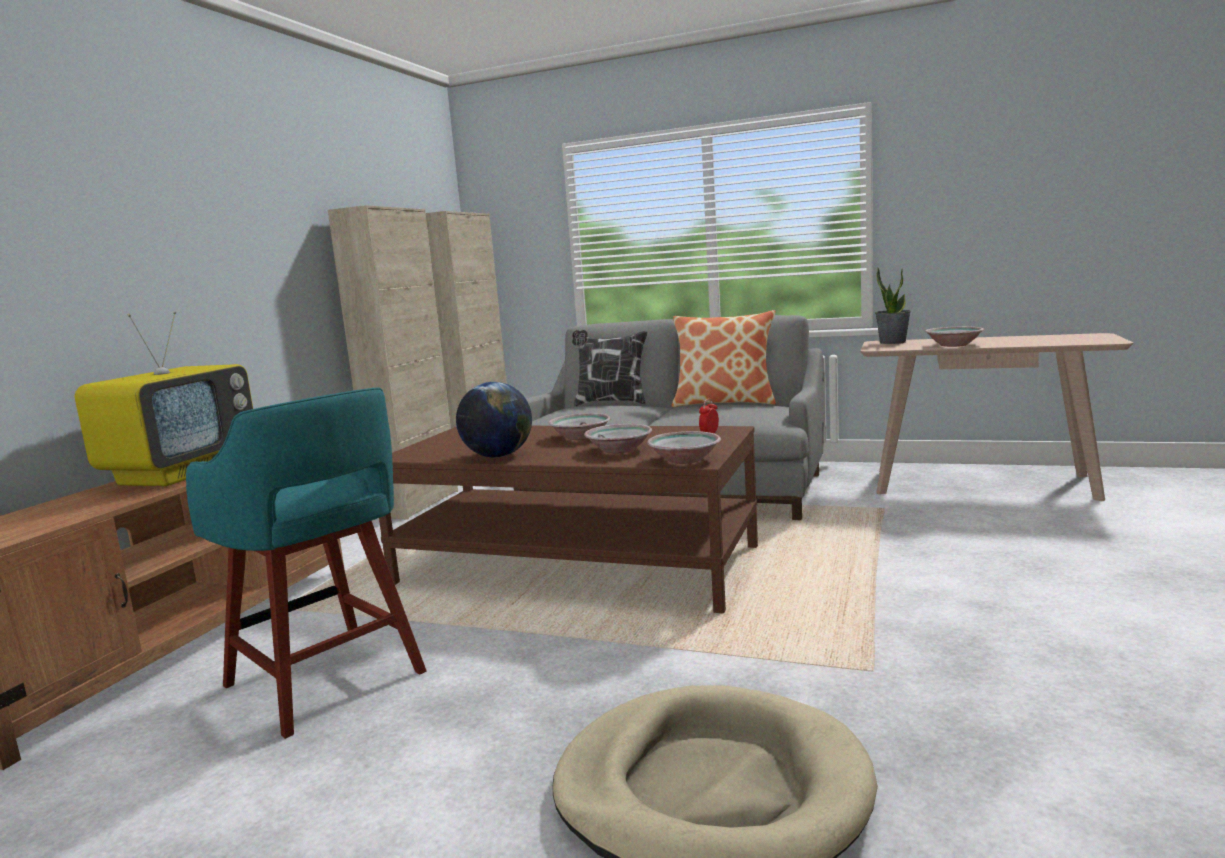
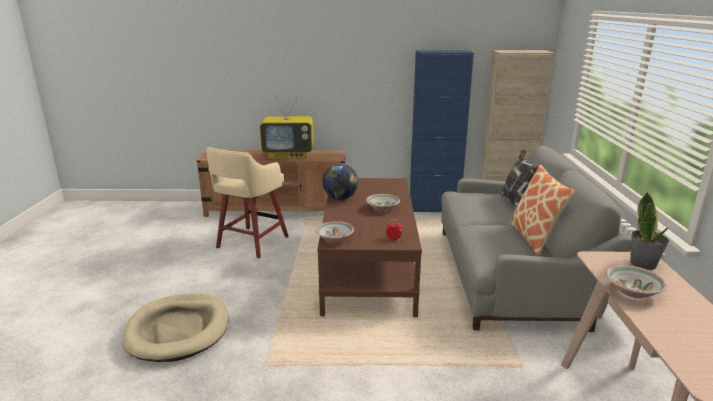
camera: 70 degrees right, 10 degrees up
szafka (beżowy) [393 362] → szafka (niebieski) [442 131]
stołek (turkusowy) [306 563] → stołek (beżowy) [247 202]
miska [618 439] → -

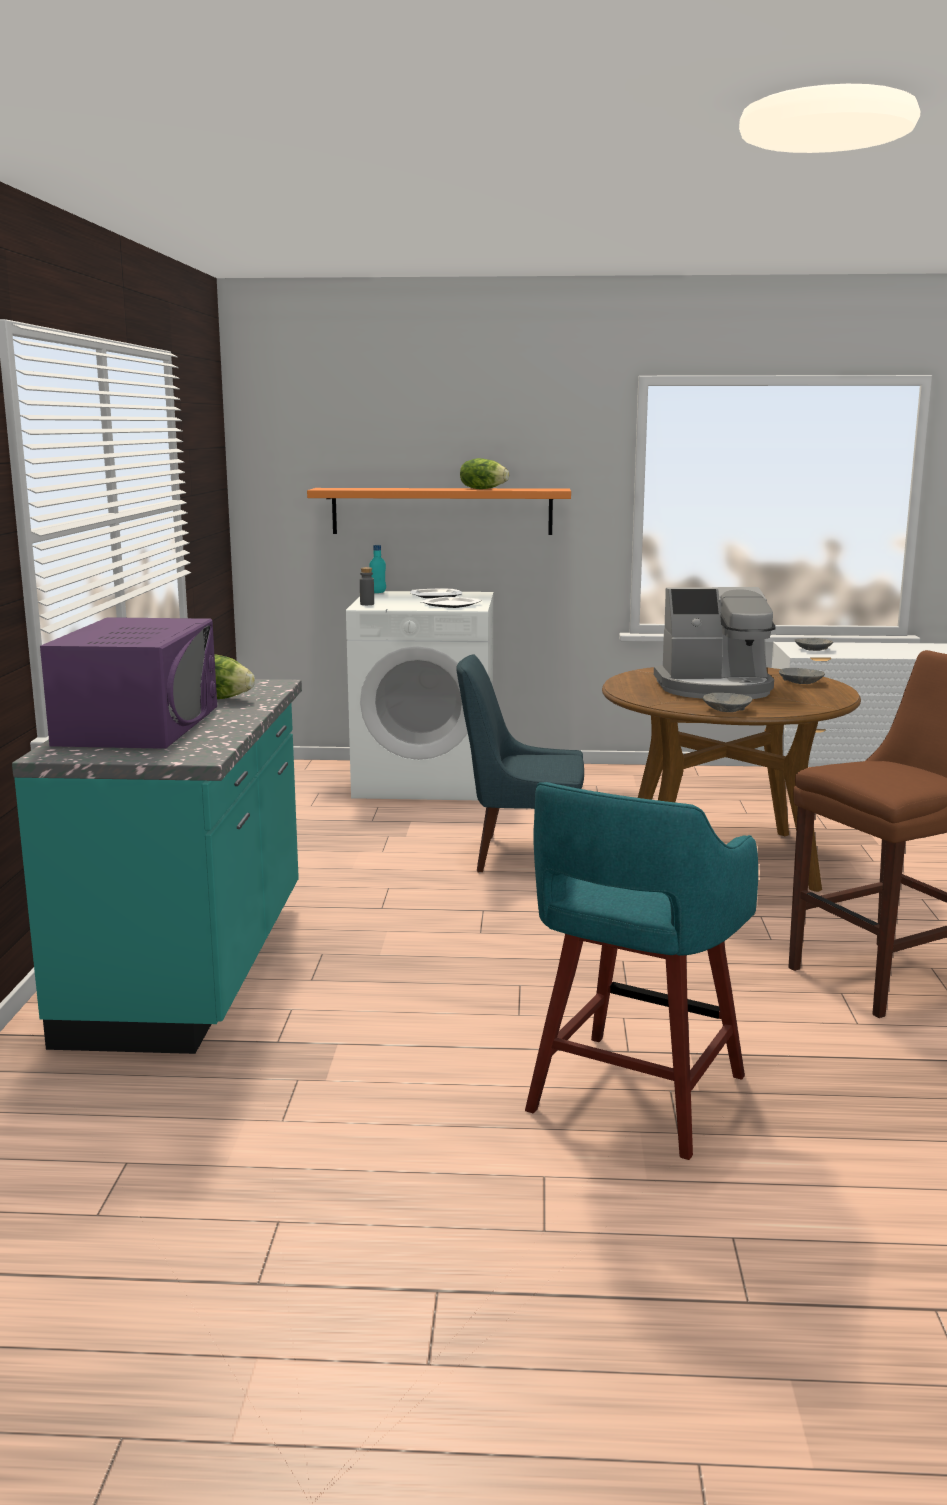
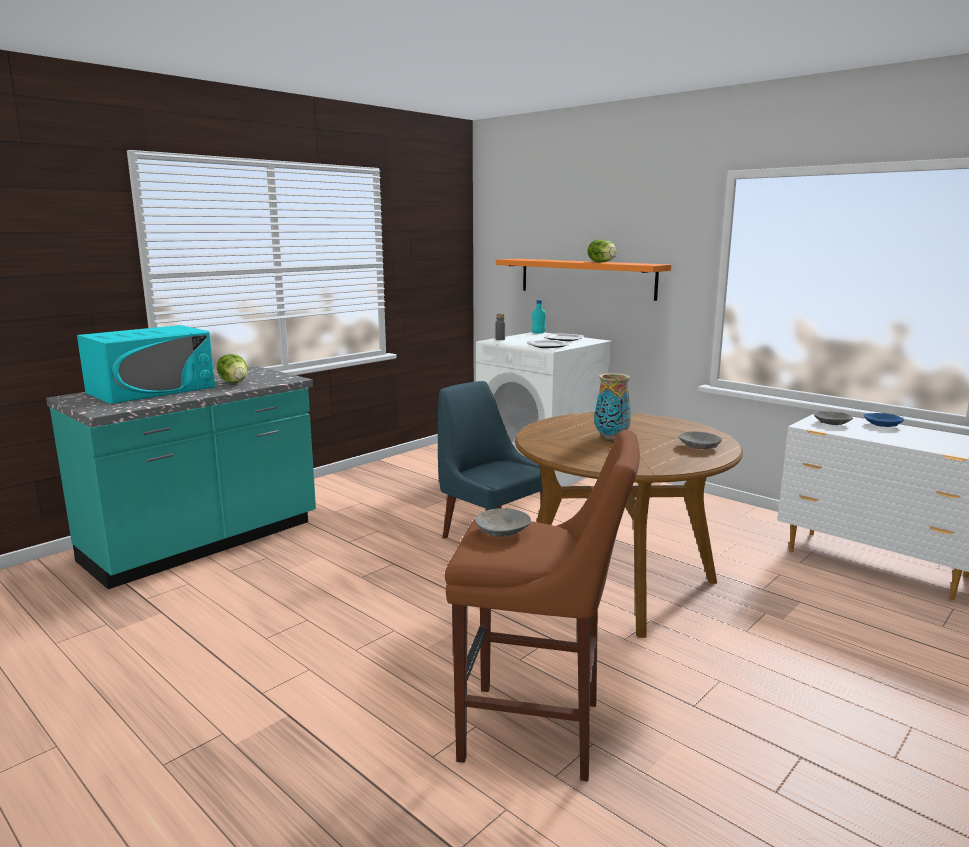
camera: 40 degrees right, 0 degrees up
ekspres do kawy [715 643] → wazon [612 406]
mikrofalówka (fioletowy) [128 683] → mikrofalówka (turkusowy) [146 364]
miska (szary) [727 702] → miska (szary) [503 523], relocated
stołek (turkusowy) [641 971] → -
- → miska (niebieski) [884 420]

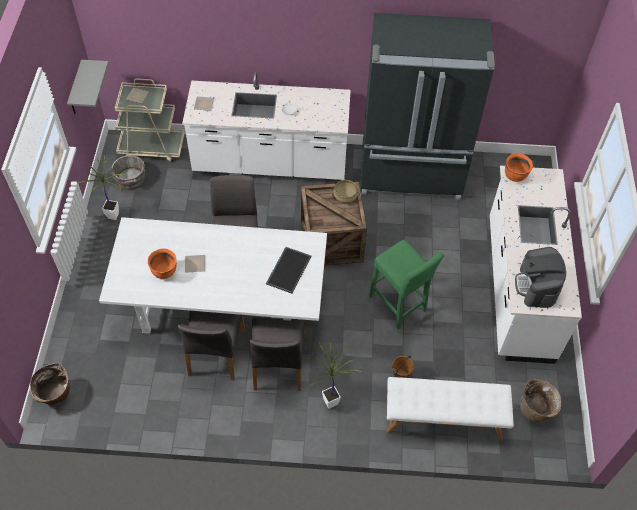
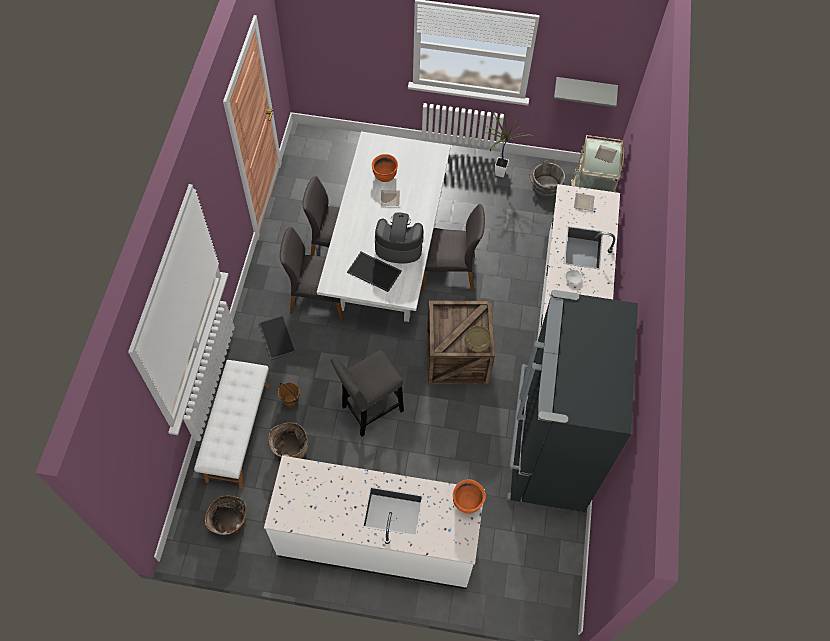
camera: 95 degrees right, 5 degrees up
stołek (zielony) [406 285] → stołek (szary) [367 393]
ekspres do kawy [540 277] → ekspres do kawy [399 238], relocated
roślina doniczkowa [335 375] → taca [277 337]
koszyk [50 384] → koszyk [288 440], relocated

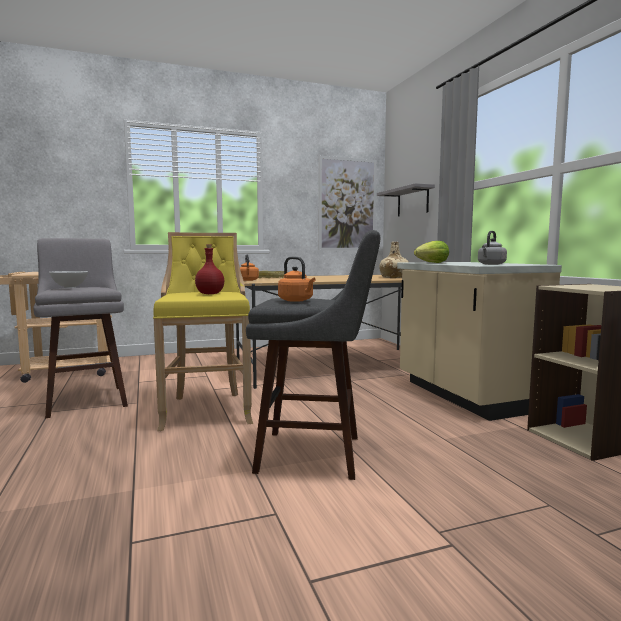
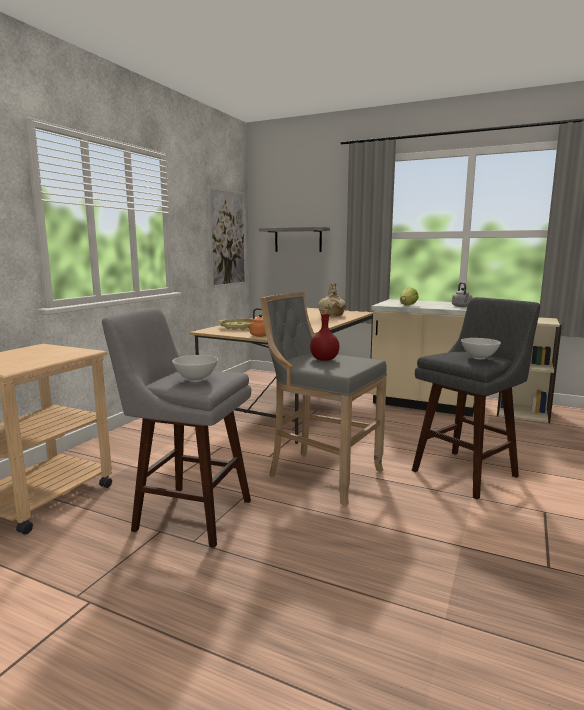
camera: 45 degrees left, 5 degrees up
stołek (żółty) [203 331] → stołek (szary) [323 399]
czajnik (pomarańczowy) [296 279] → miska (biały) [481 348]

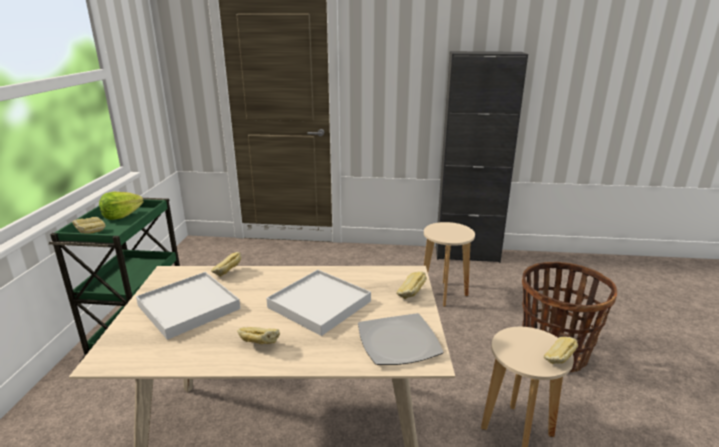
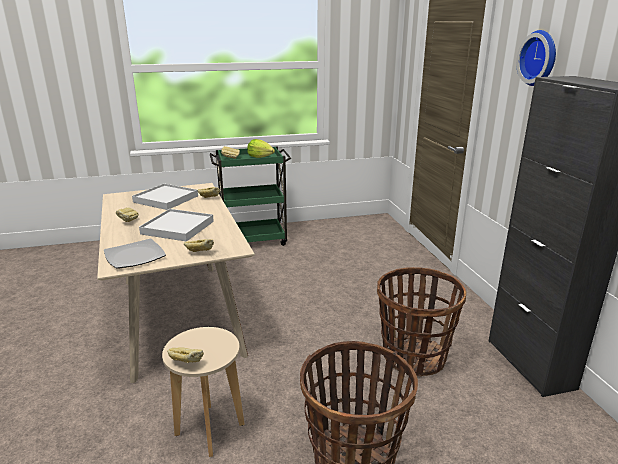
camera: 70 degrees right, 0 degrees up
stołek (beżowy) [449 264] → koszyk [421 321]
- → zegar ścienny [536 58]

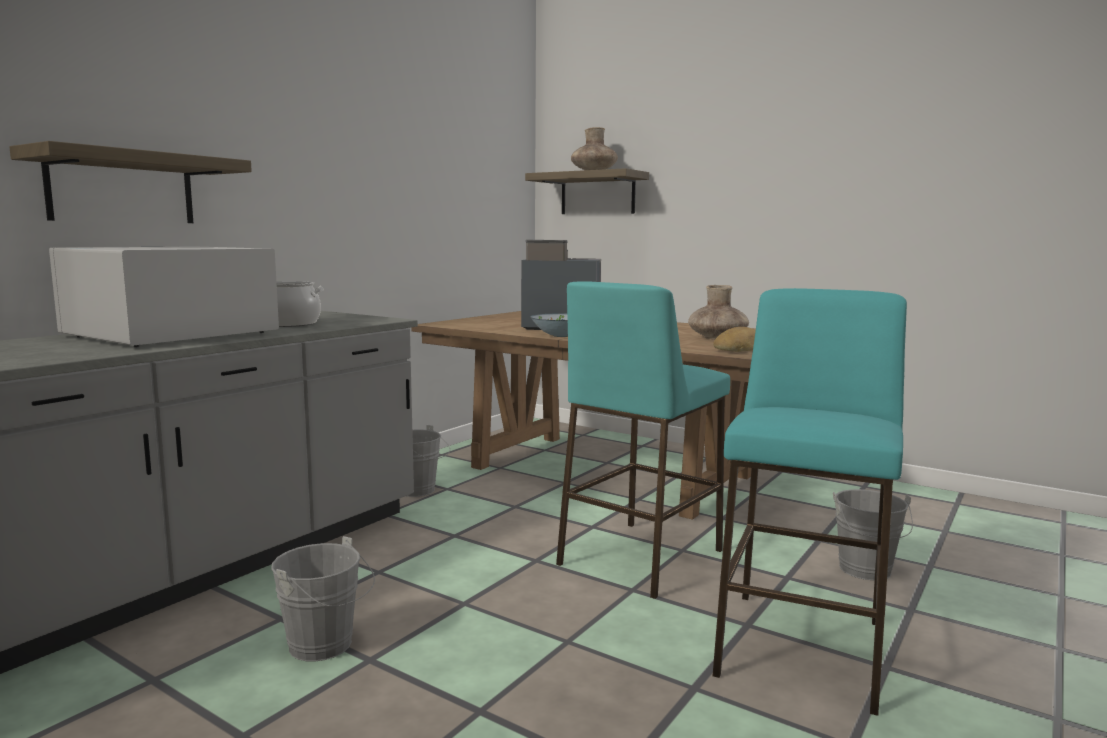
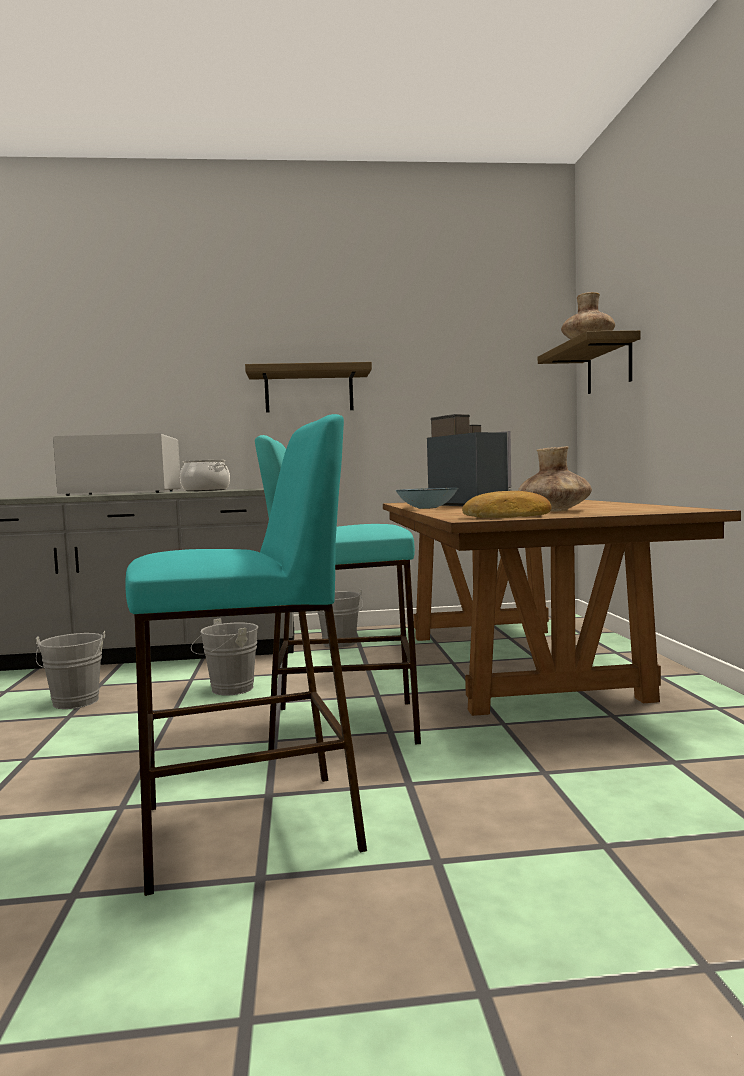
camera: 50 degrees right, 5 degrees down
półka [130 182] → półka [308 387], relocated
wiadro (szary) [873 535] → wiadro (szary) [224 656], relocated

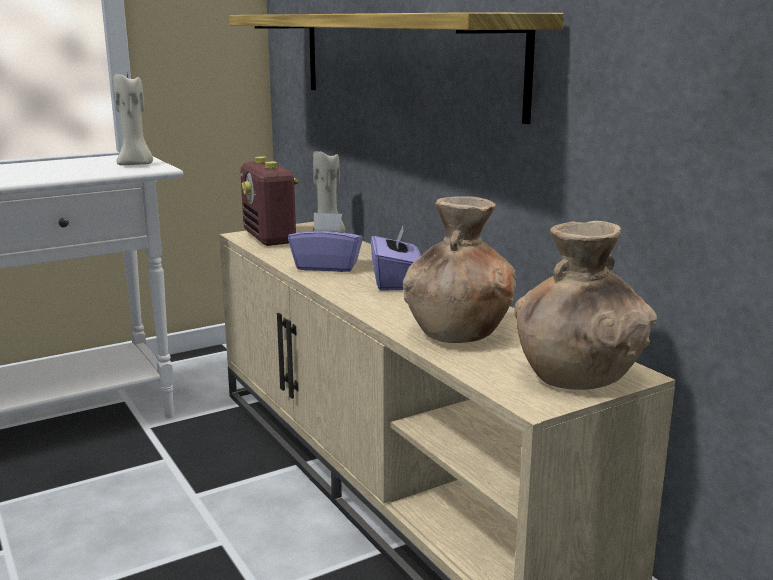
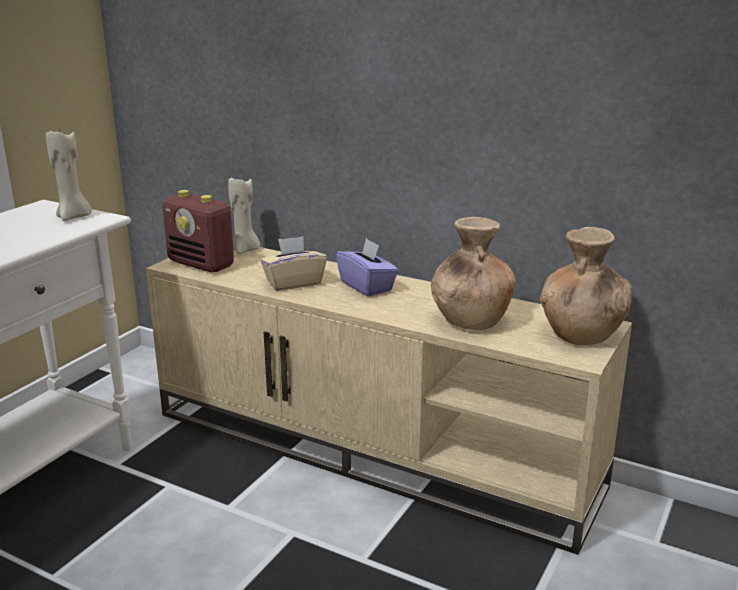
camera: 30 degrees left, 5 degrees up
półka [396 68] → -
pudełko chusteczek (fioletowy) [325 242] → pudełko chusteczek (beżowy) [293 263]

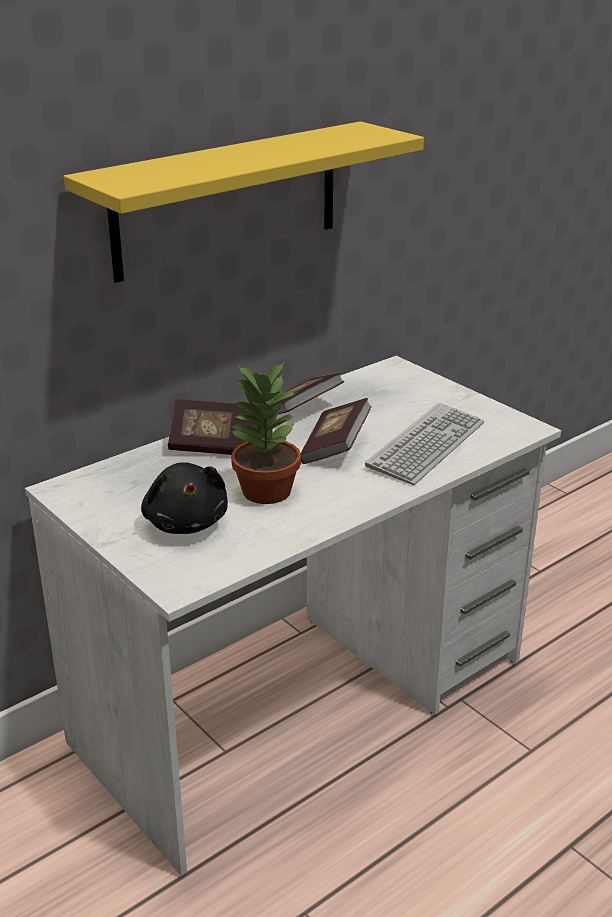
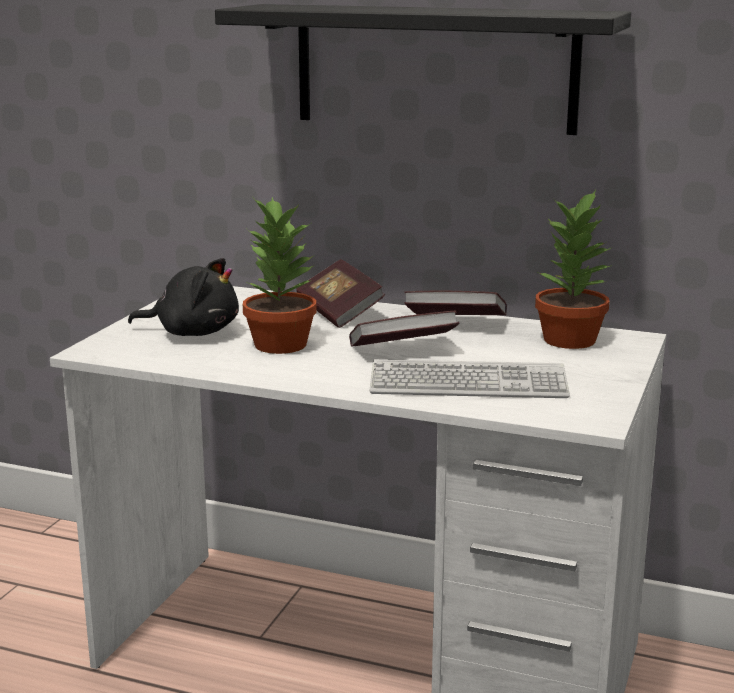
camera: 60 degrees right, 10 degrees down
półka (żółty) [244 202] → półka (czarny) [423 69]
pluszak (czarny) [184 498] → pluszak (czarny) [183 297], 120 degrees counterclockwise
- → roślina doniczkowa [573 269]

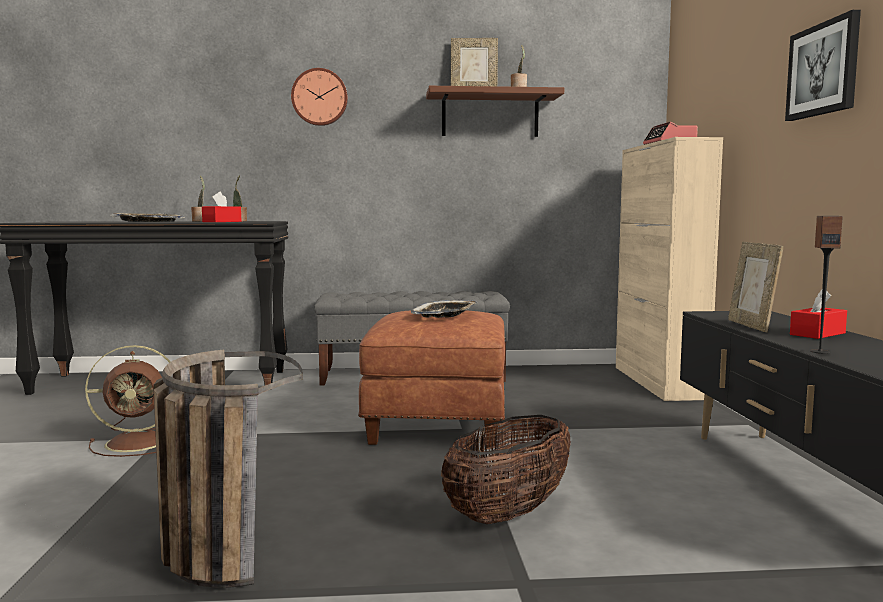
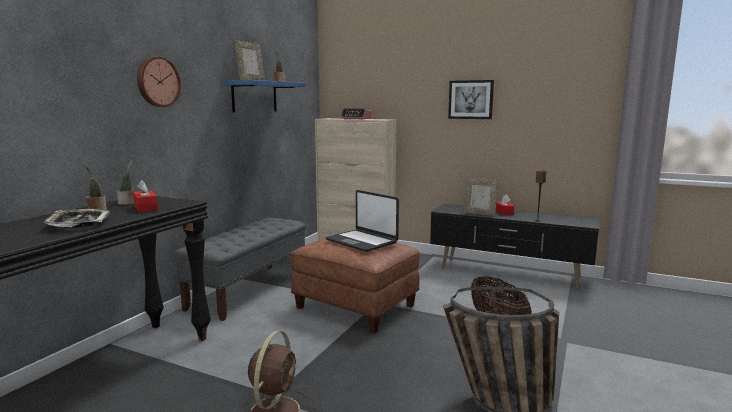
camera: 60 degrees left, 5 degrees up
półka (brązowy) [495 111] → półka (niebieski) [264 96]
taca [444 309] → laptop [362 221]

